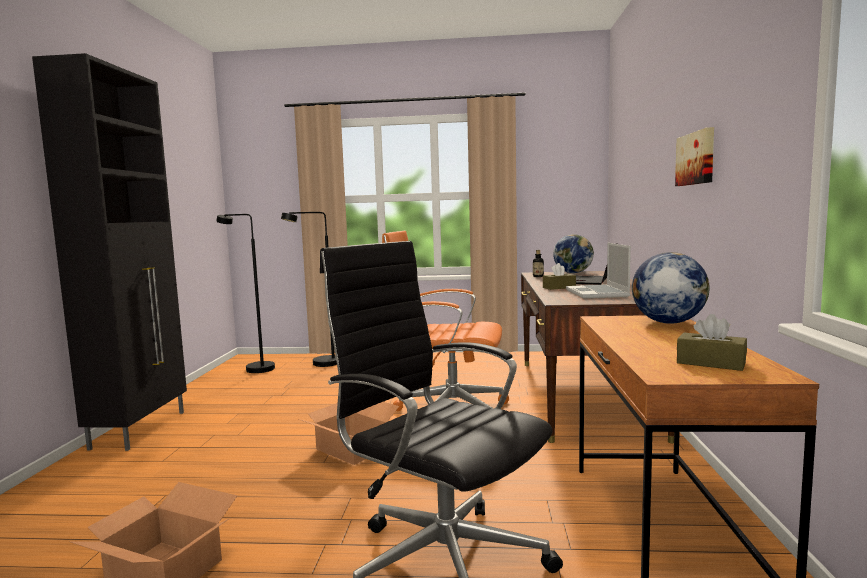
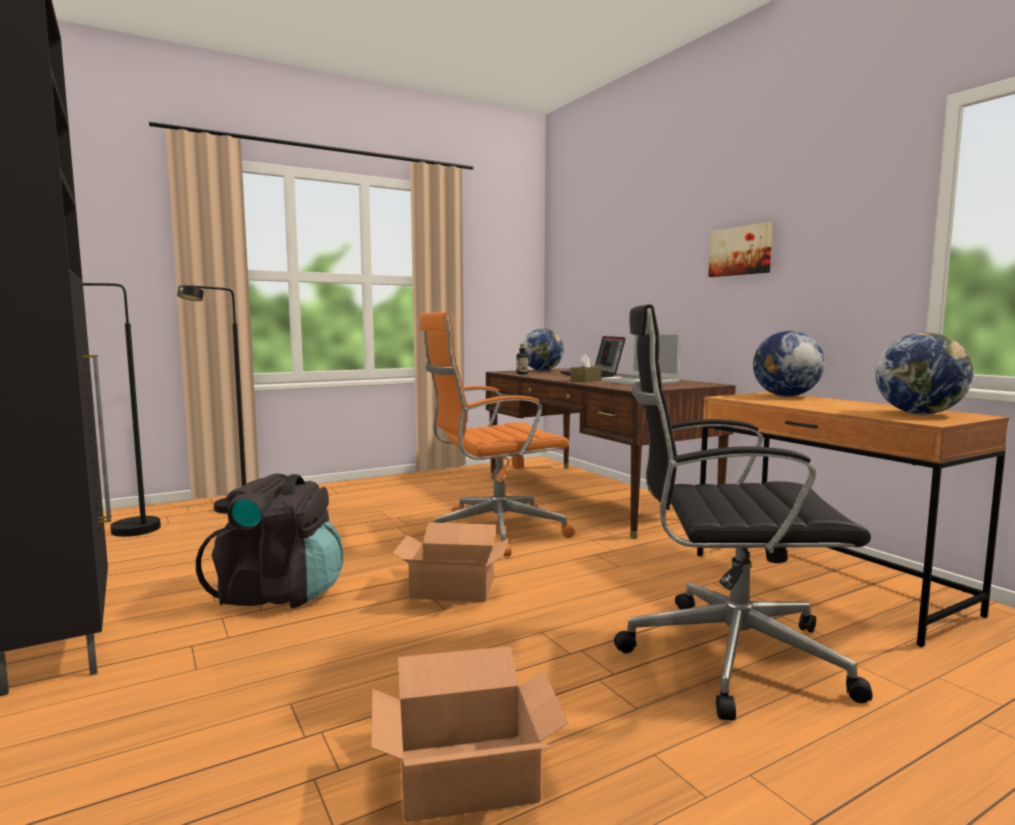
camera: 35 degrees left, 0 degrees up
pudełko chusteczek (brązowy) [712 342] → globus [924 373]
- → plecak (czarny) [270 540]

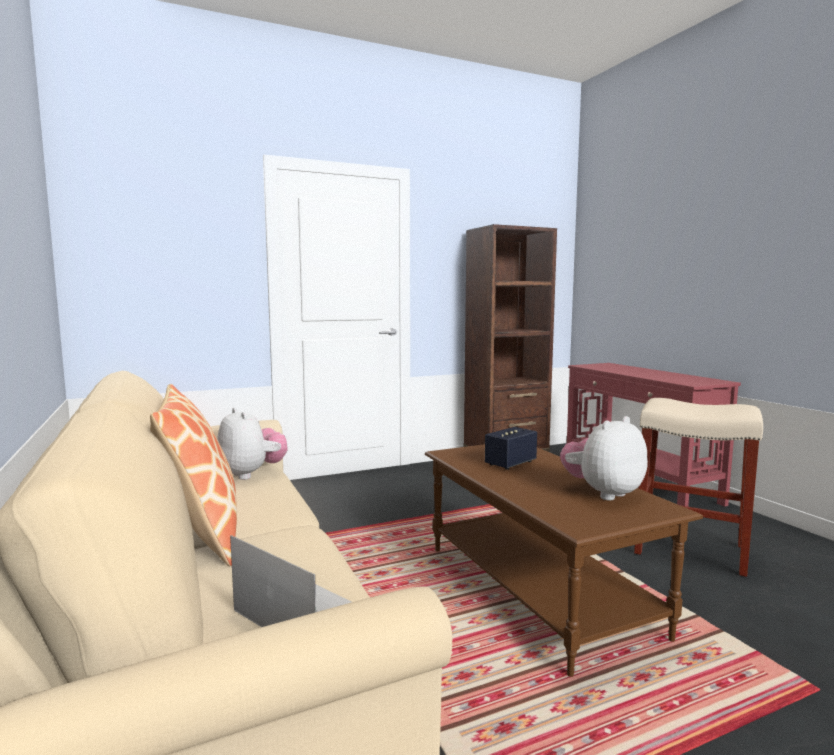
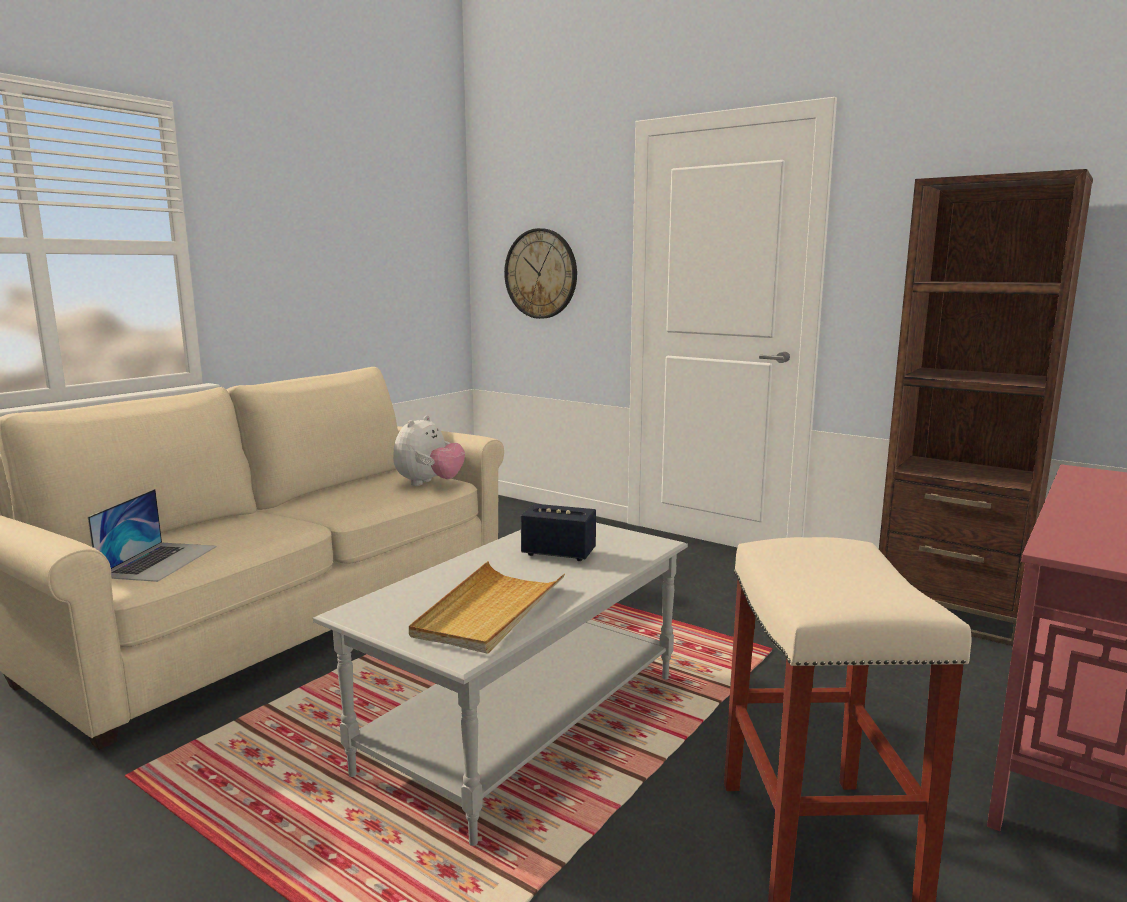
camera: 60 degrees right, 5 degrees up
poduszka [193 475] → -
pluszak [604 458] → taca (beżowy) [487 607]
ława (brązowy) [564 560] → ława (szary) [500 684]
- → zegar ścienny [540 273]

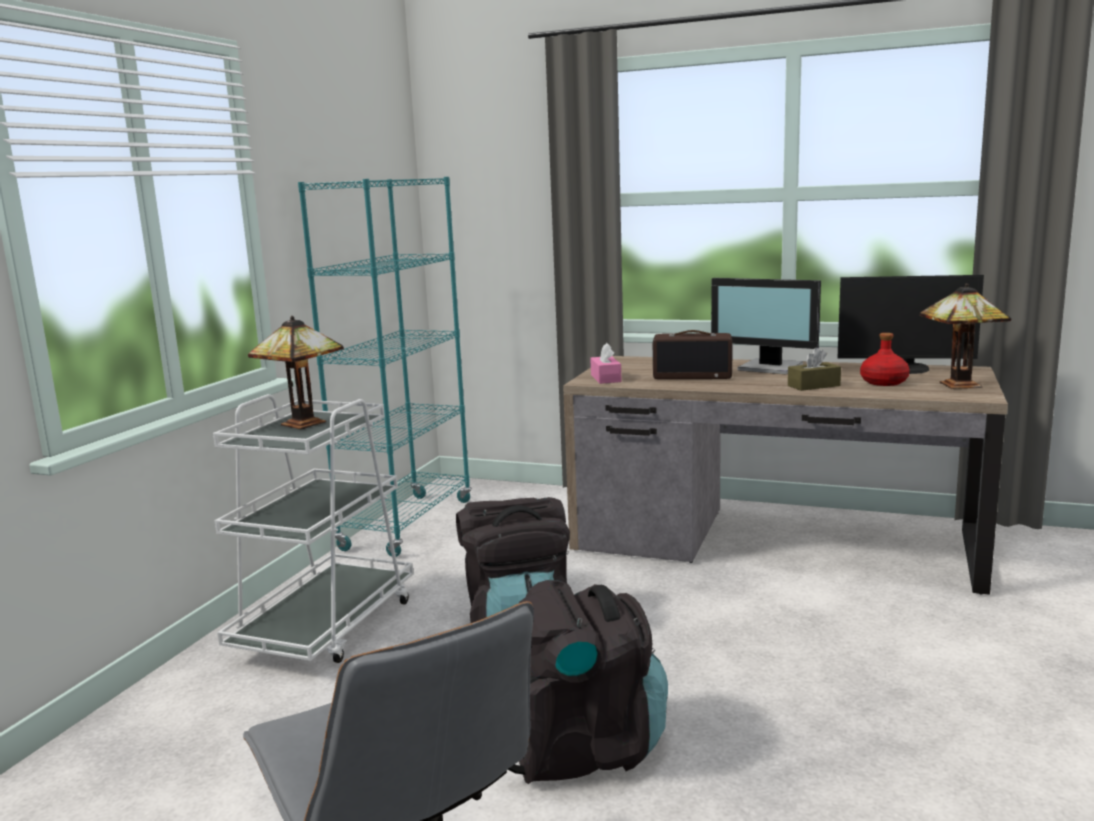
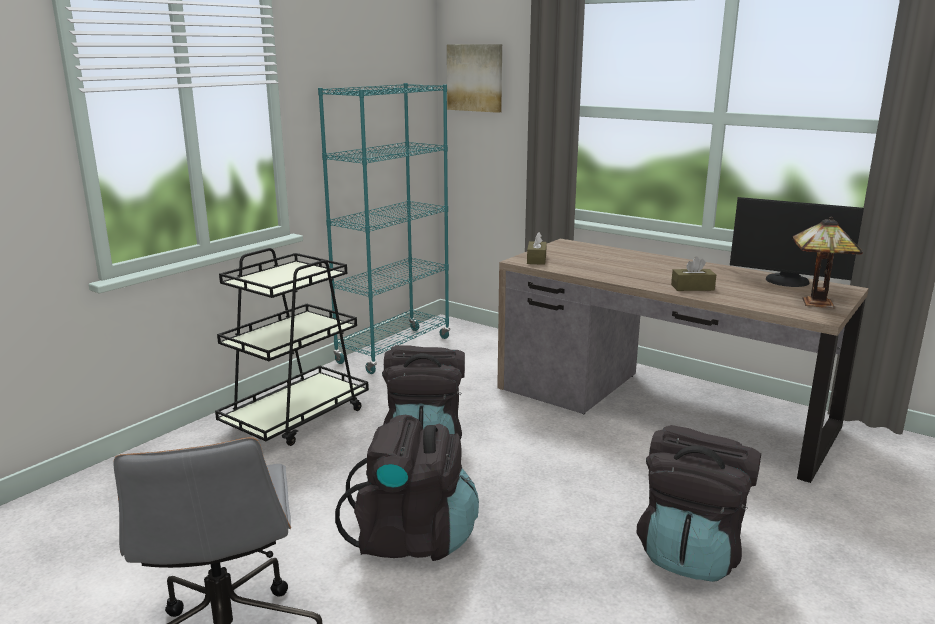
camera: 15 degrees right, 5 degrees up
monitor [766 326] → -
lampa stołowa [296 372] → -
radio [692 354] → -
butelka (czerwony) [885 359] → -
pudełko chusteczek (różowy) [606 363] → pudełko chusteczek (brązowy) [537 248]
wózek (biały) [313 528] → wózek (czarny) [292 347]
- → obraz [474 78]
- → plecak (czarny) [698 503]

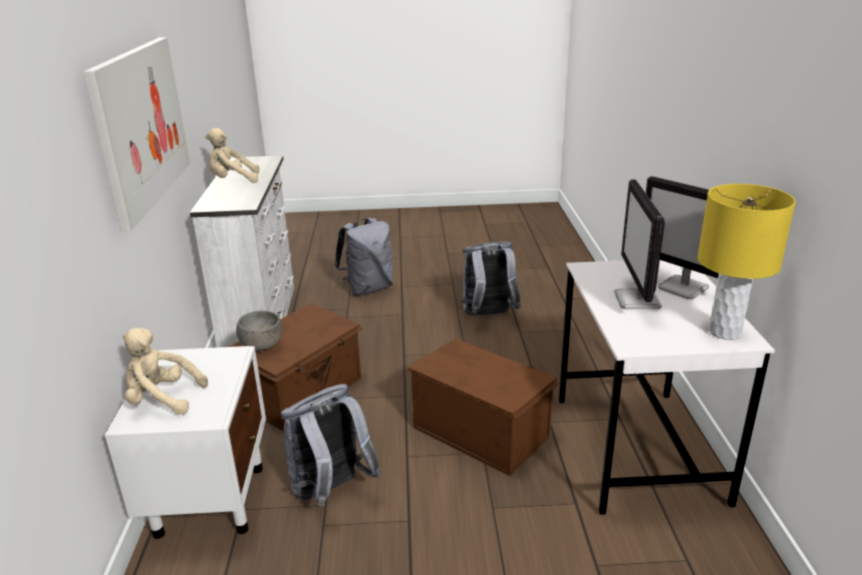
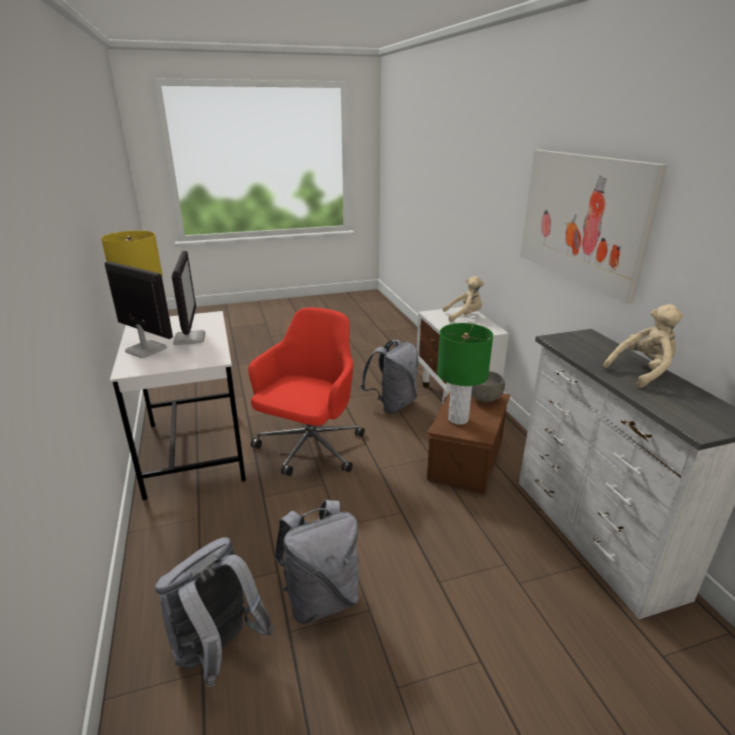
camera: 165 degrees right, 0 degrees up
plecak (szary) [363 257] → plecak (szary) [215 612], relocated
pojemnik do przechowywania (brązowy) [484 407] → krzesło biurowe (czerwony) [306 391]
- → lampa stołowa (zielony) [465 374]

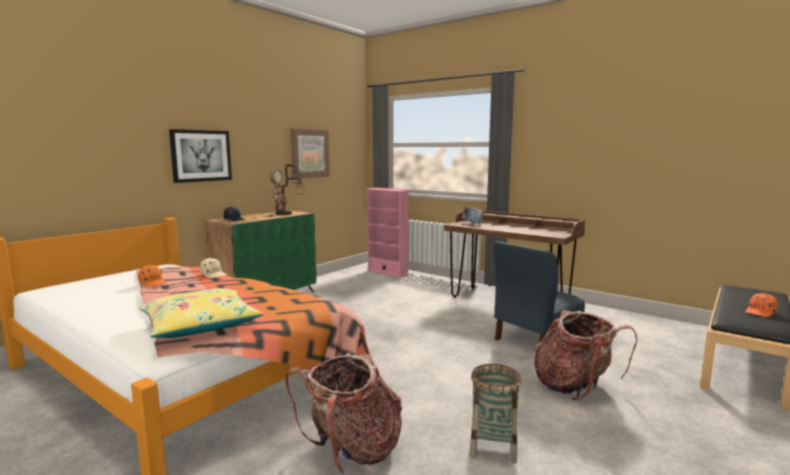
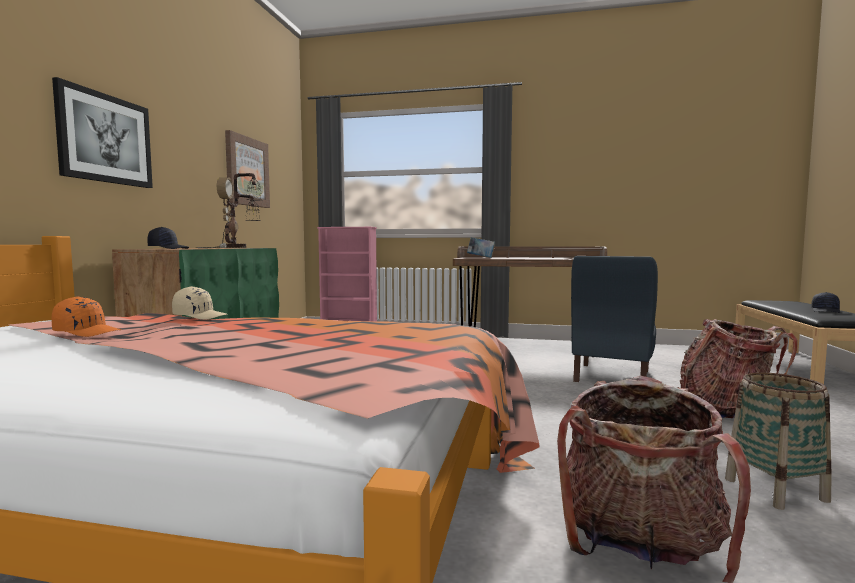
camera: 25 degrees left, 5 degrees down
poduszka (żółty) [201 313] → -
czapka z daszkiem (pomarańczowy) [761 305] → czapka z daszkiem (czarny) [825 302]

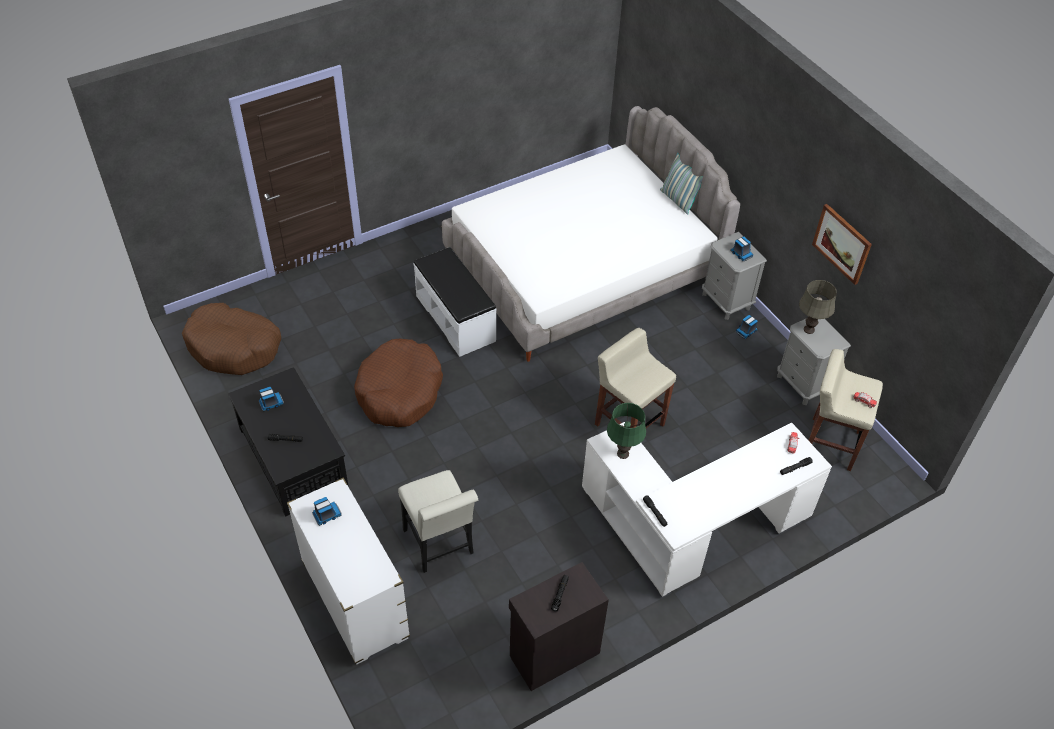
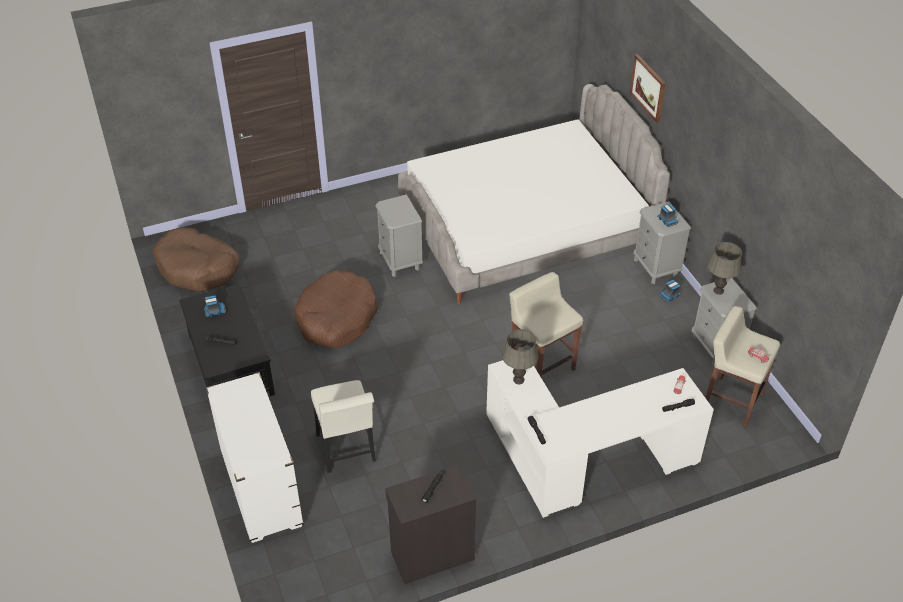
camera: 10 degrees right, 5 degrees down
poduszka [681 183] → -
obraz [842 244] → obraz [648 88], relocated
ławka (biały) [454 302] → szafka nocna (szary) [399 235]
lampa stołowa (zielony) [626 431] → lampa stołowa (szary) [520 356]
ciężarówka zabawkowa [327 511] → -

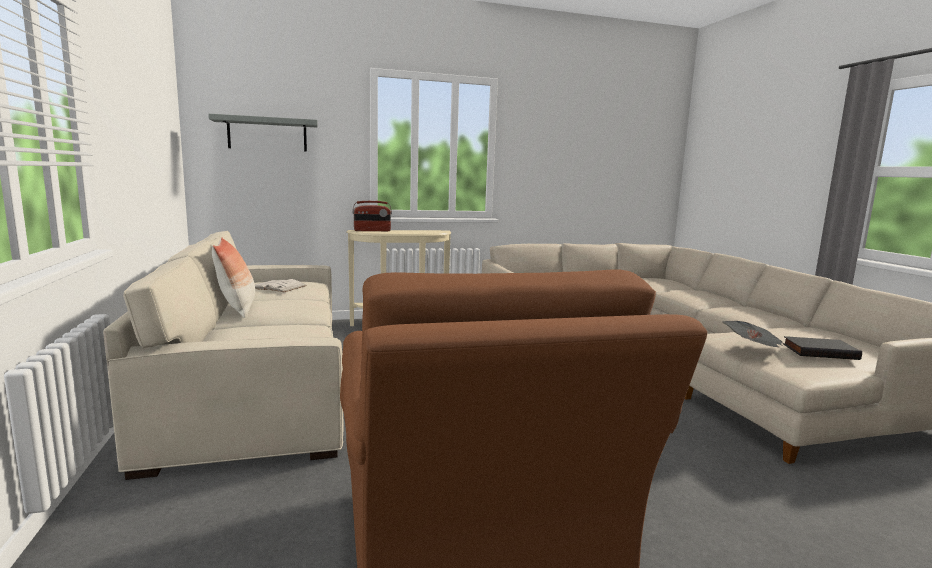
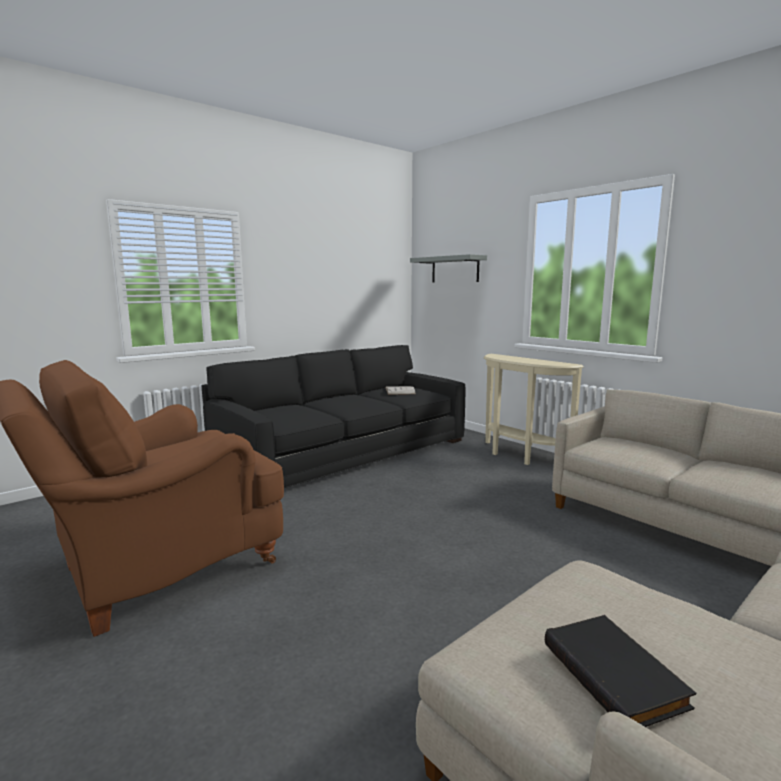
camera: 65 degrees right, 0 degrees up
radio [372 216] → -
kanapa (beżowy) [223 355] → kanapa (czarny) [333 416]
poduszka [233 277] → -
gazeta [752 334] → -

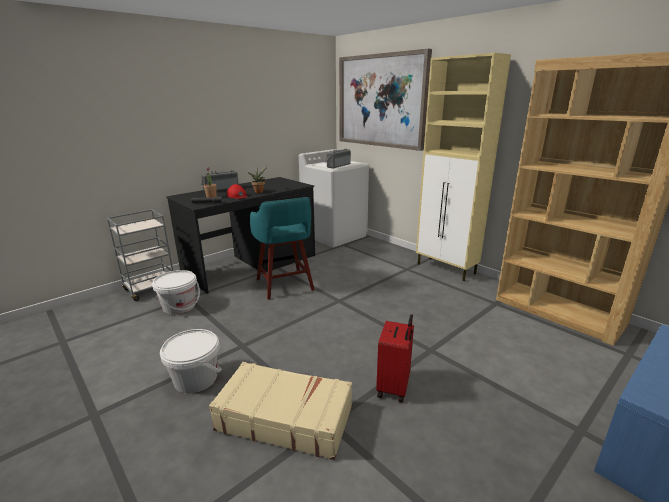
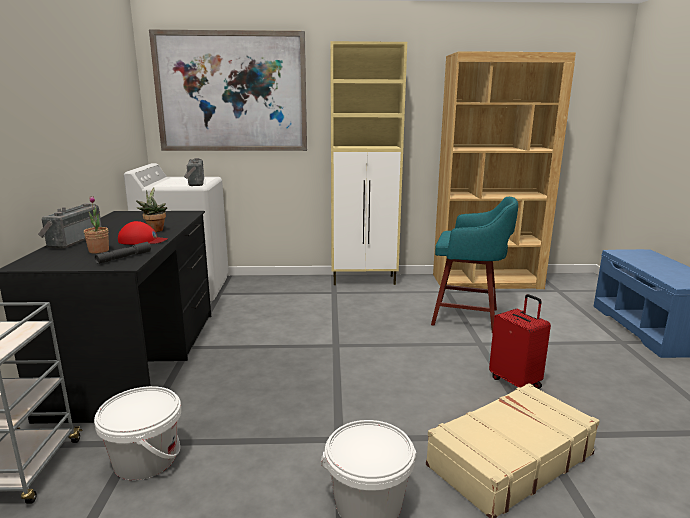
camera: 50 degrees left, 5 degrees down
stołek (turkusowy) [282 248] → stołek (turkusowy) [474 265], relocated

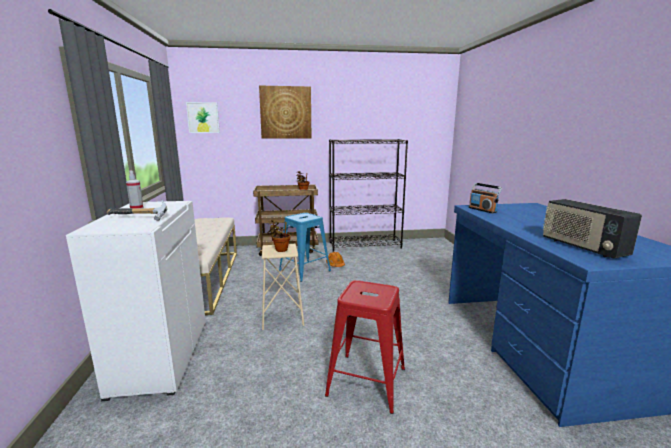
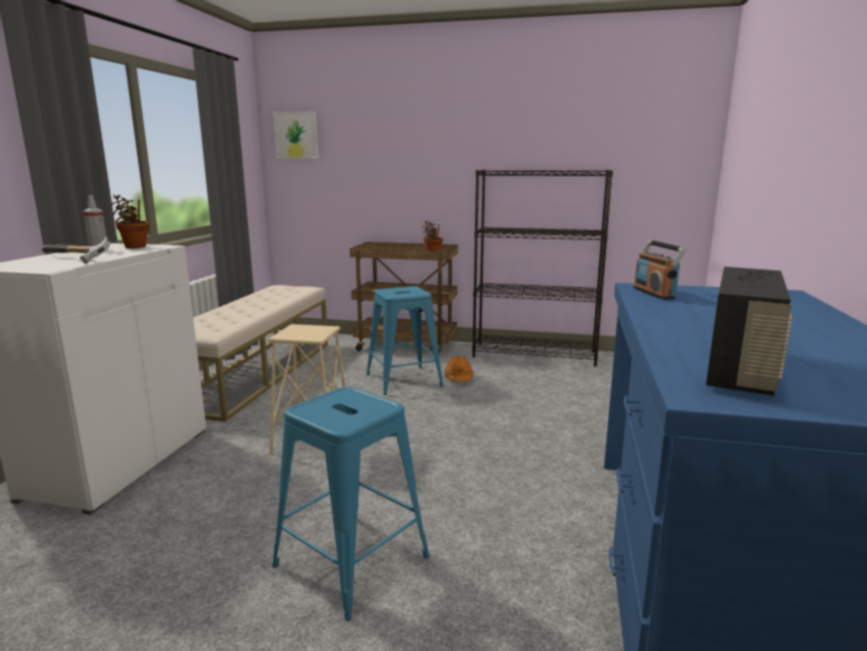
camera: 20 degrees right, 0 degrees up
obraz [285 112] → -
radio [592 229] → radio [749 331], 150 degrees counterclockwise
roślina doniczkowa [279 236] → roślina doniczkowa [130 221], relocated
stołek (czerwony) [365 347] → stołek (niebieski) [351 504]

